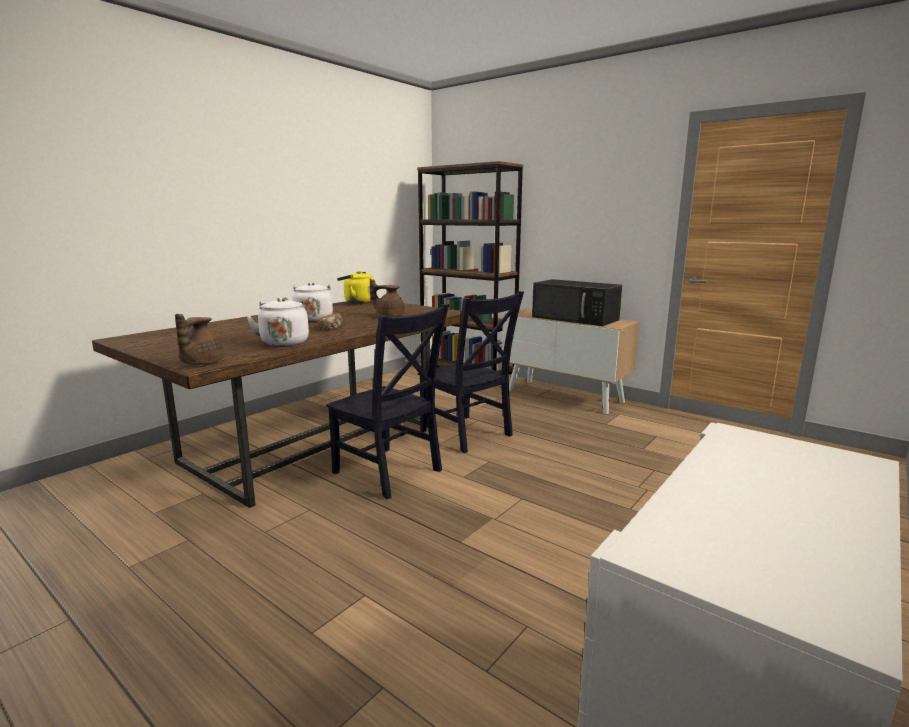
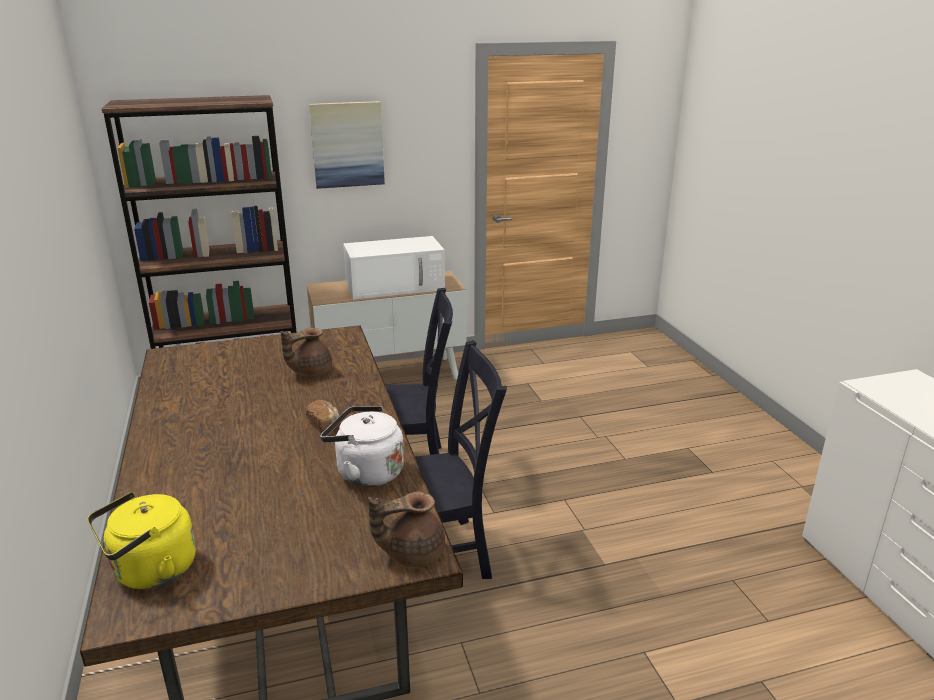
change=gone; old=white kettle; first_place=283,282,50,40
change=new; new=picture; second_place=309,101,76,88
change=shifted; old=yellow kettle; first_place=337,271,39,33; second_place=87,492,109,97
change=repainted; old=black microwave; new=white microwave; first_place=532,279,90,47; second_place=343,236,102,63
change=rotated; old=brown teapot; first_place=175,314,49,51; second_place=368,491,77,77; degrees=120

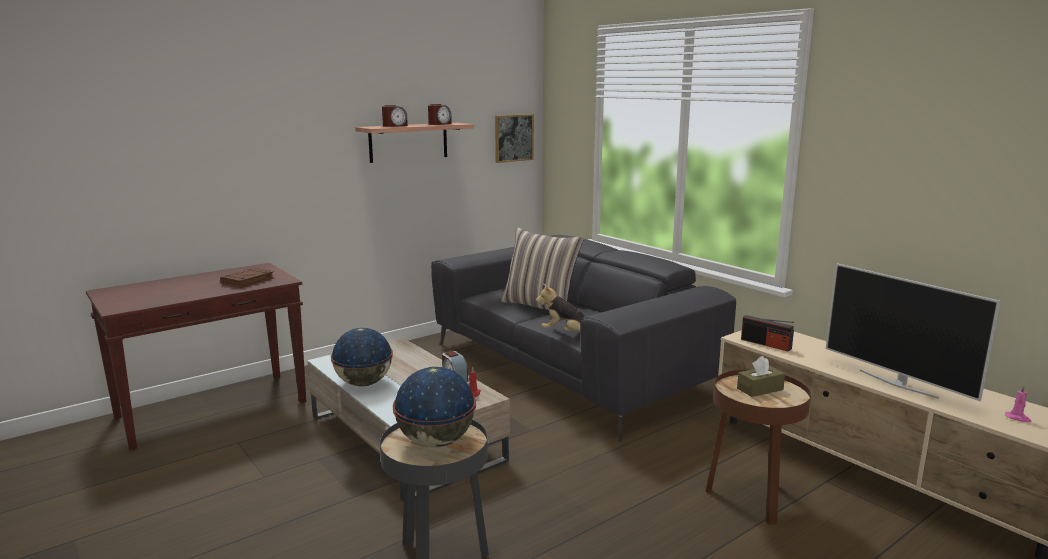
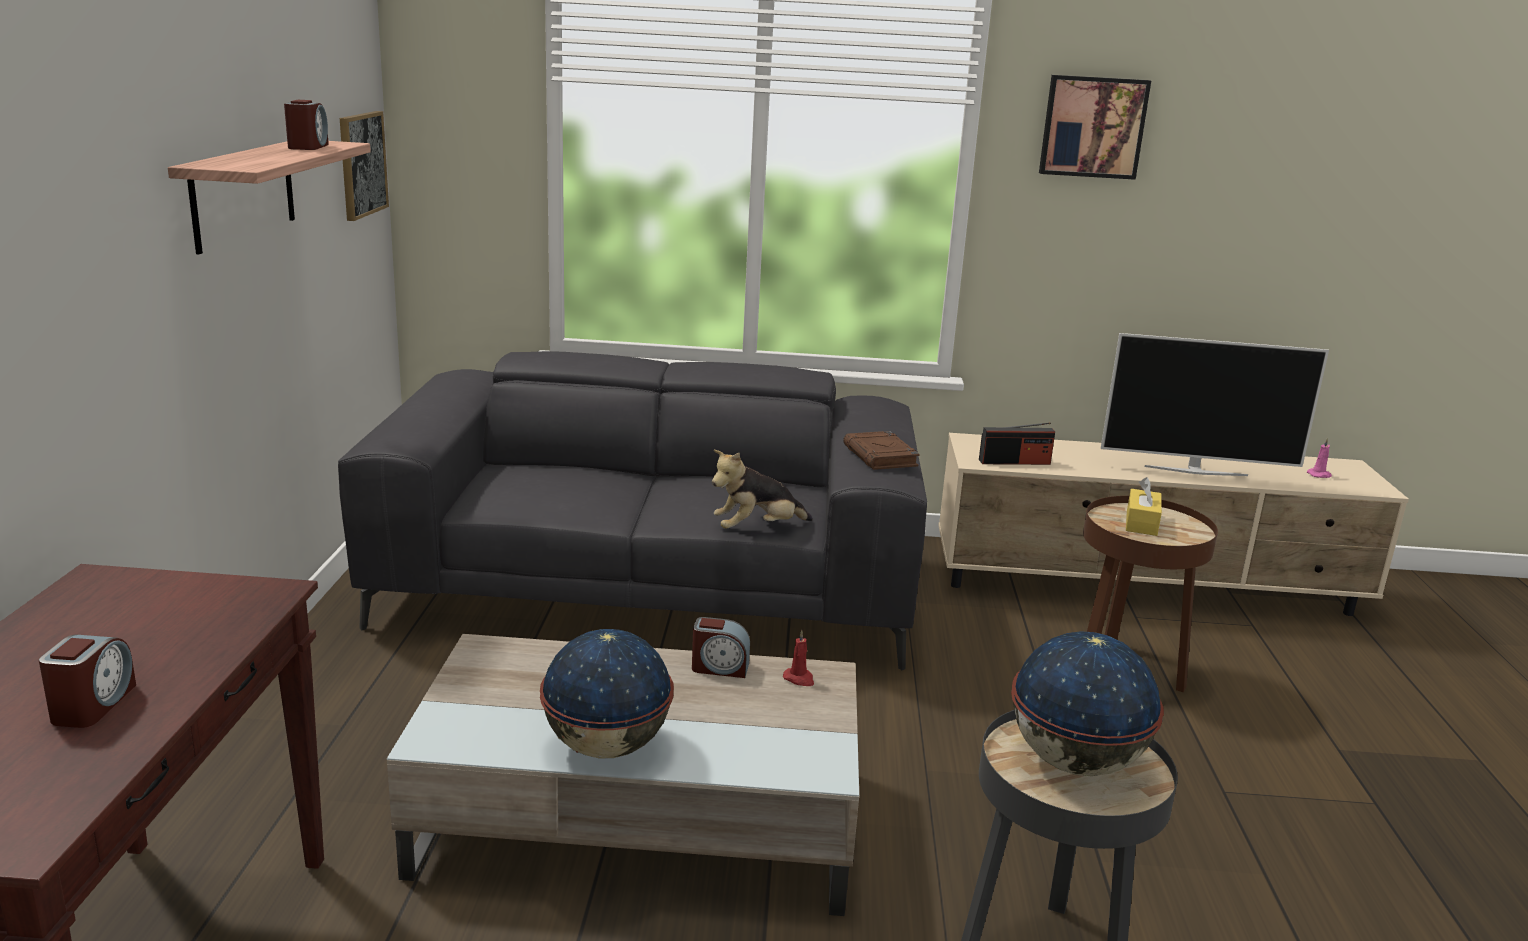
change=gone; old=pillow; first_place=500,227,84,83
change=new; new=picture; second_place=1039,75,112,105
change=shifted; old=brown book; first_place=220,268,55,20; second_place=843,431,77,39
change=shifted; old=alarm clock; first_place=382,105,26,22; second_place=39,634,97,94
change=repainted; old=brown tissue box; new=yellow tissue box; first_place=737,356,48,41; second_place=1126,477,36,59

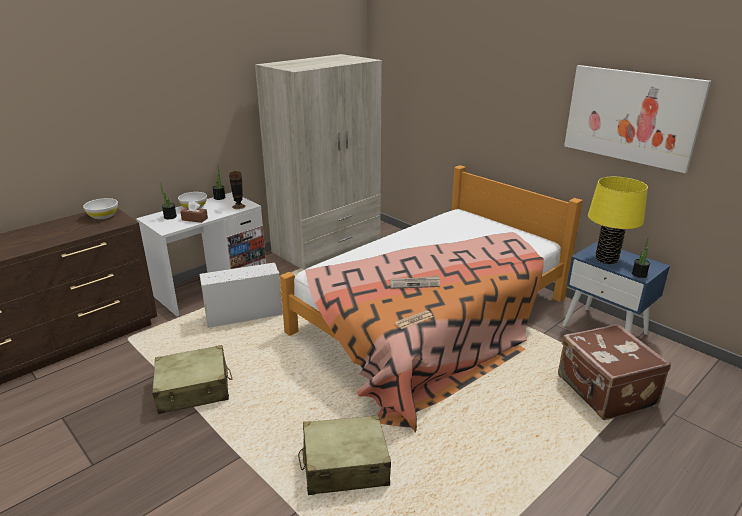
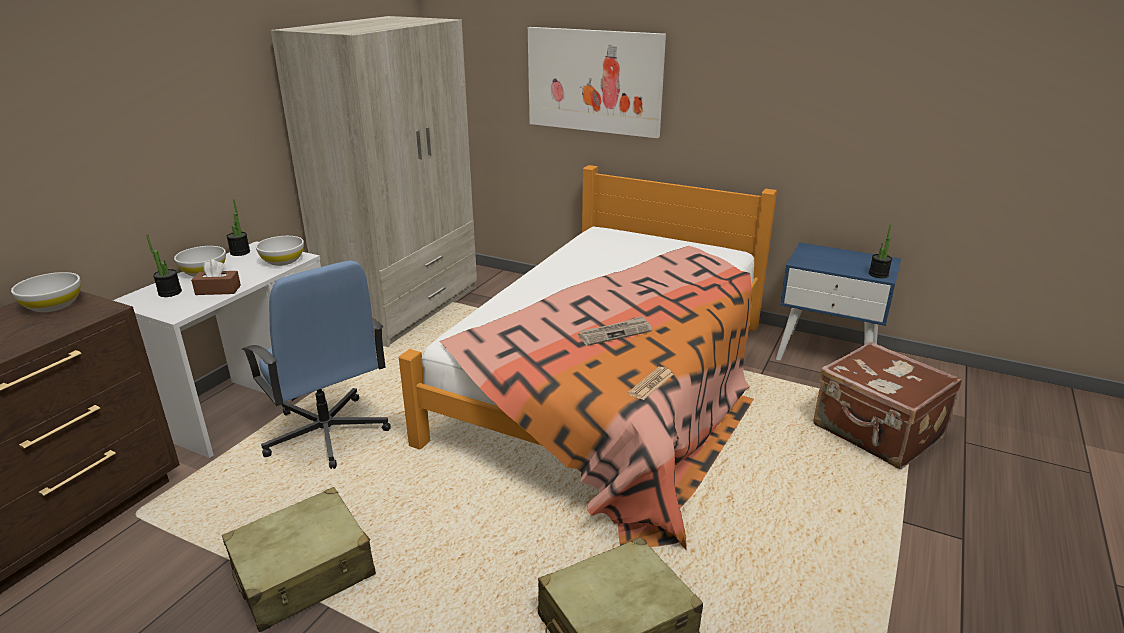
change=gone; old=yellow table lamp; first_place=588,177,60,87
change=shifted; old=picture; first_place=564,65,147,108; second_place=528,27,138,111
change=swapped; old=white storage box; new=blue office chair; first_place=199,263,84,65; second_place=241,261,150,208
change=swapped; old=vase; new=white bowl; first_place=229,171,17,38; second_place=256,236,48,30

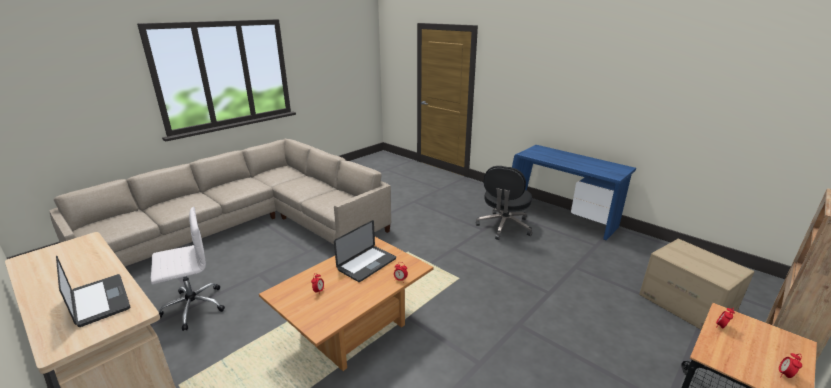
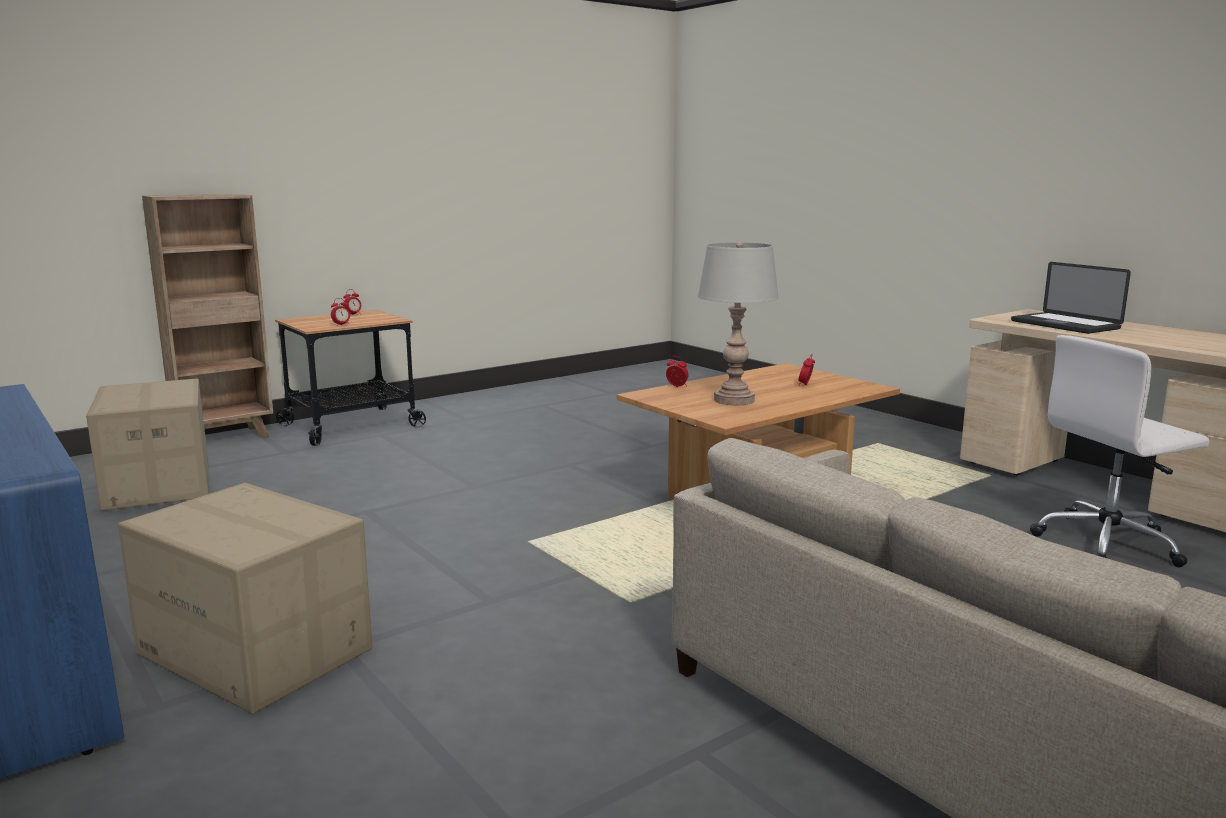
change=swapped; old=laptop; new=grey table lamp; first_place=334,220,62,62; second_place=698,242,81,163
change=swapped; old=black office chair; new=cardboard box; first_place=476,166,56,74; second_place=118,483,254,231

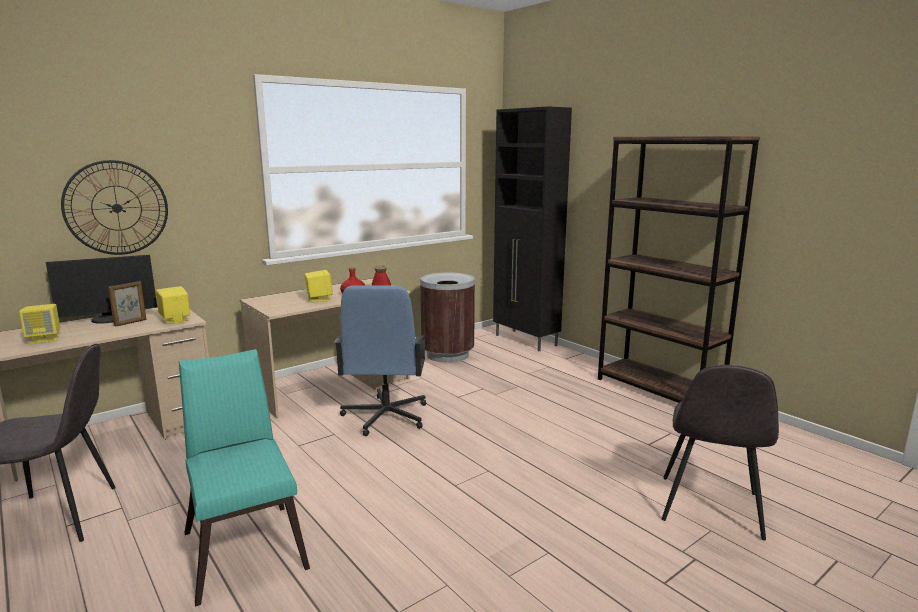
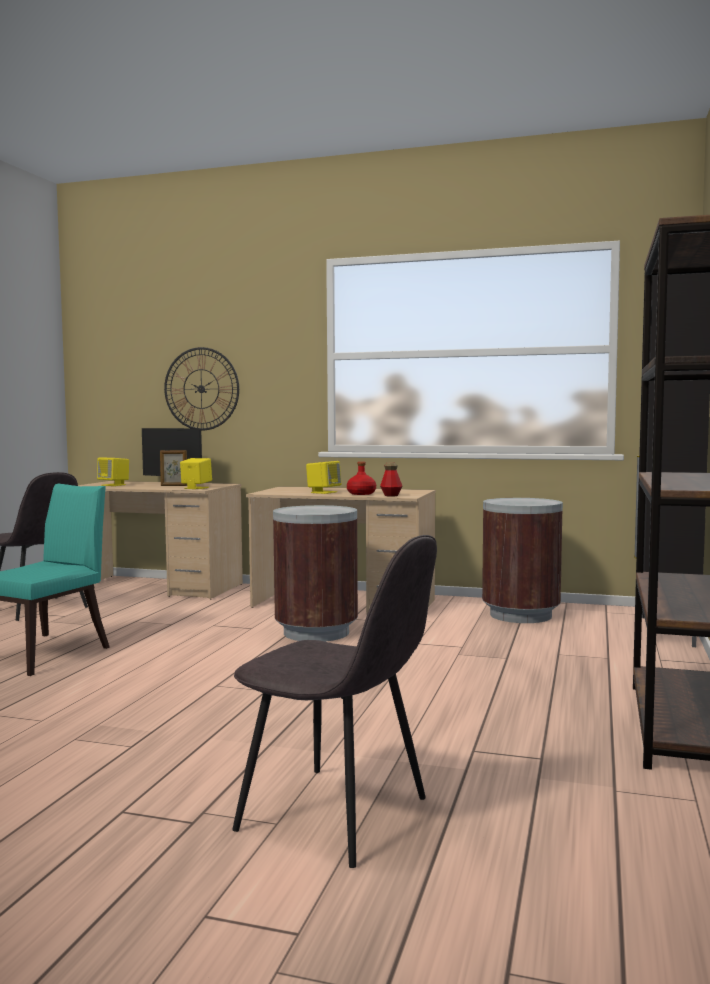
change=swapped; old=blue office chair; new=brown trash can; first_place=334,285,93,151; second_place=273,505,85,137
change=rotated; old=grey chair; first_place=662,365,117,175; second_place=232,535,205,333; degrees=-135

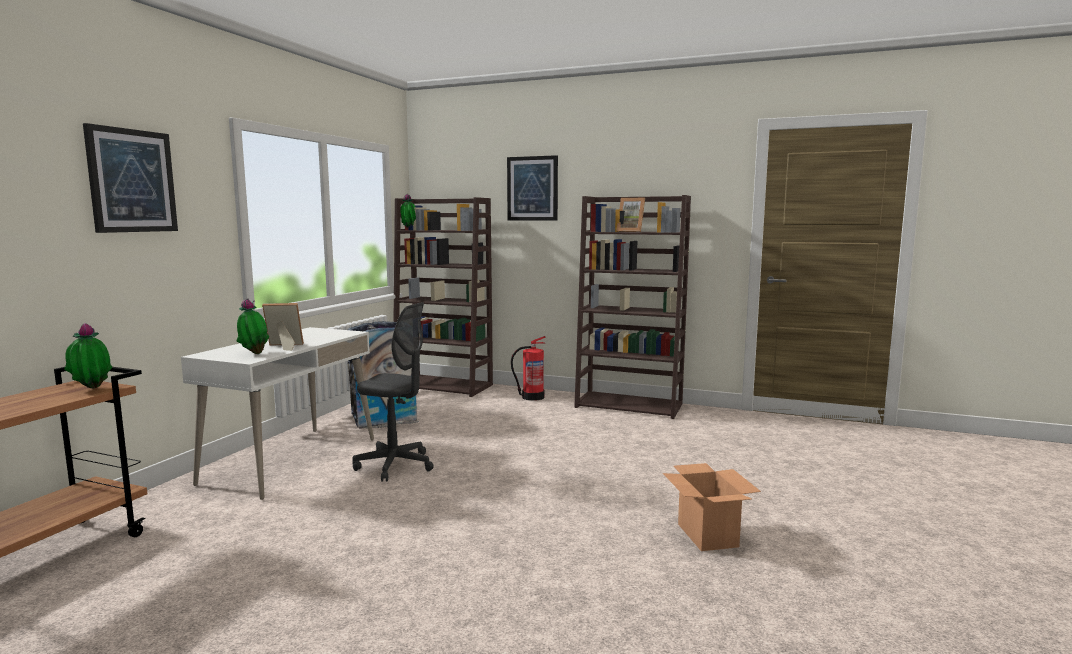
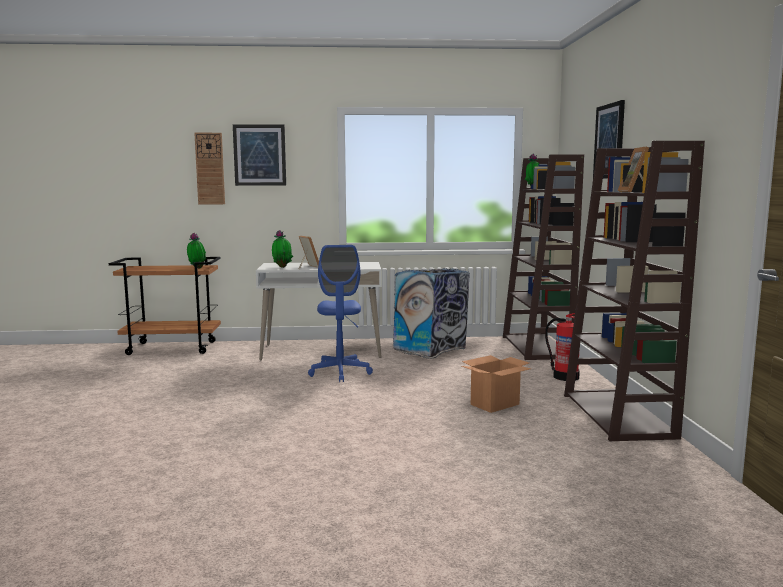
change=new; new=wall clock; second_place=194,133,31,71
change=shifted; old=cardboard box; first_place=663,463,98,88; second_place=462,355,69,58
change=repainted; old=grey office chair; new=blue office chair; first_place=352,302,82,180; second_place=308,245,65,137

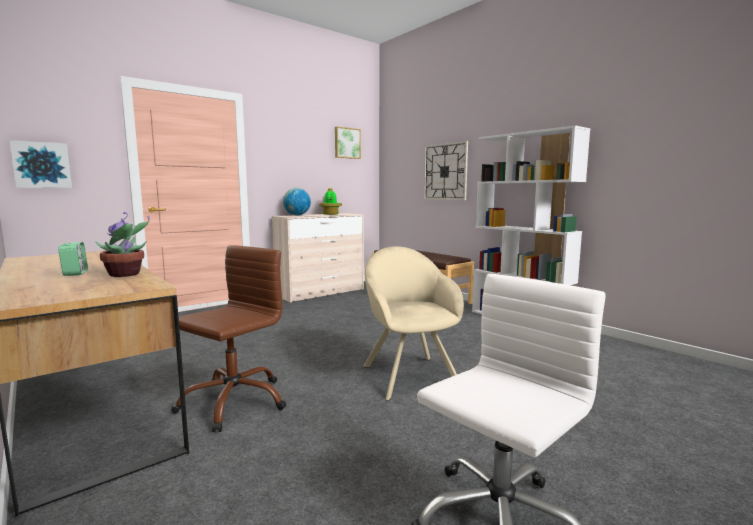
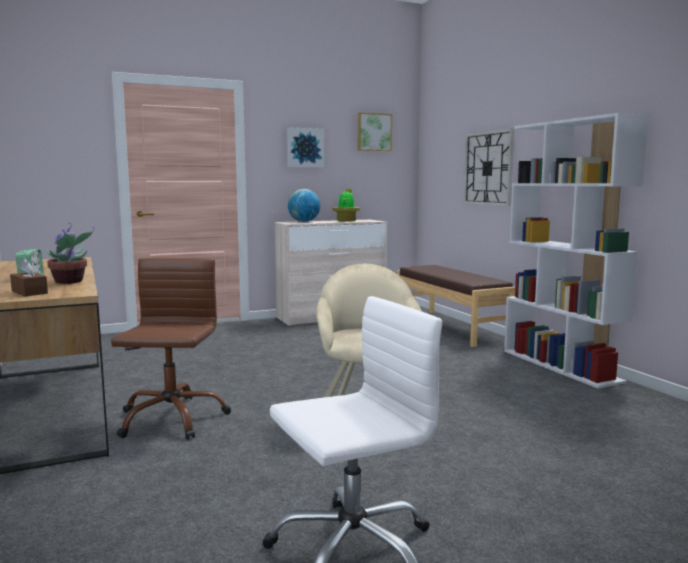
change=new; new=brown tissue box; second_place=10,258,38,38
change=shifted; old=picture; first_place=9,140,63,48; second_place=287,127,38,41
change=rotated; old=brown office chair; first_place=171,245,115,187; second_place=111,258,120,181; degrees=-45

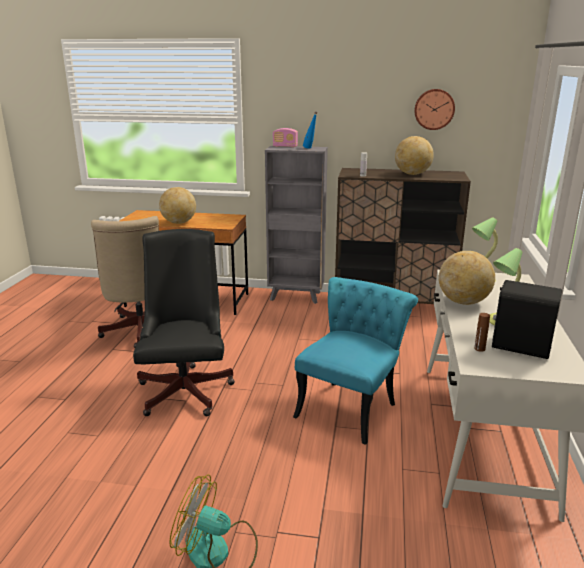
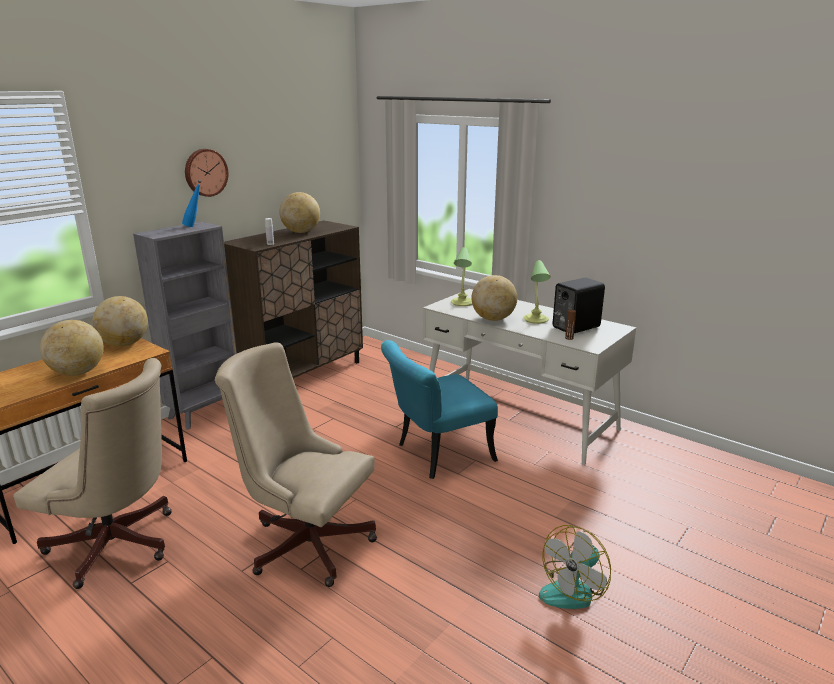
change=gone; old=radio; first_place=273,128,25,20
change=new; new=globe; second_place=92,296,56,51
change=shifted; old=wall clock; first_place=414,89,41,41; second_place=185,149,43,48
change=repainted; old=black office chair; new=beige office chair; first_place=133,229,102,187; second_place=215,342,162,245
change=rotated; old=turquoise chair; first_place=293,277,125,168; second_place=381,340,117,139; degrees=-90

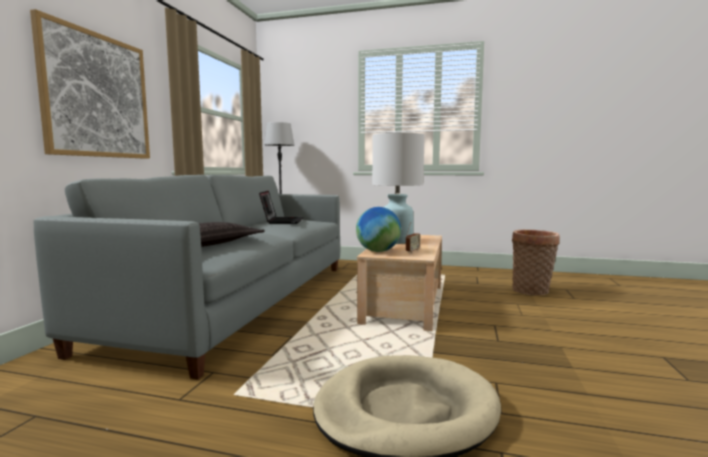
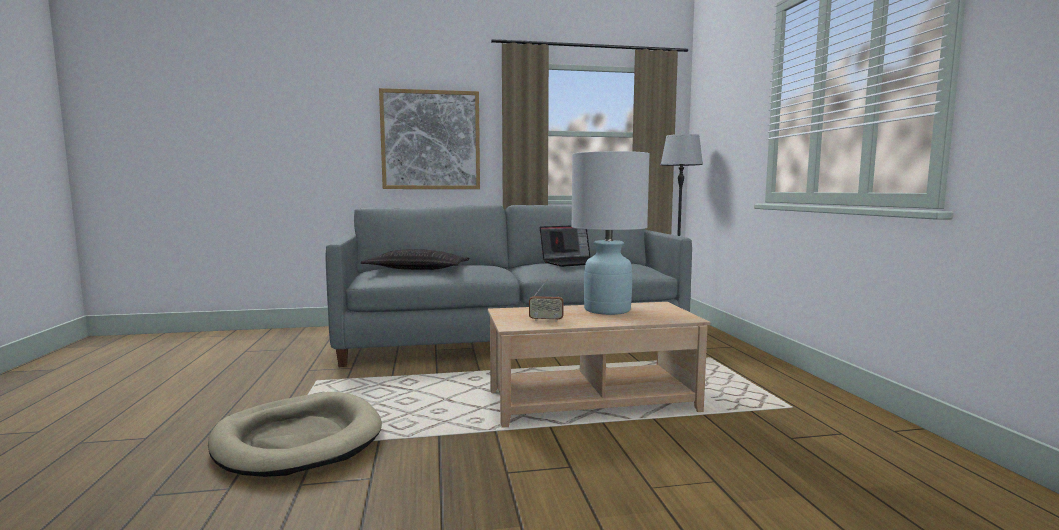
change=gone; old=globe; first_place=356,207,45,45
change=gone; old=basket; first_place=512,230,48,65

